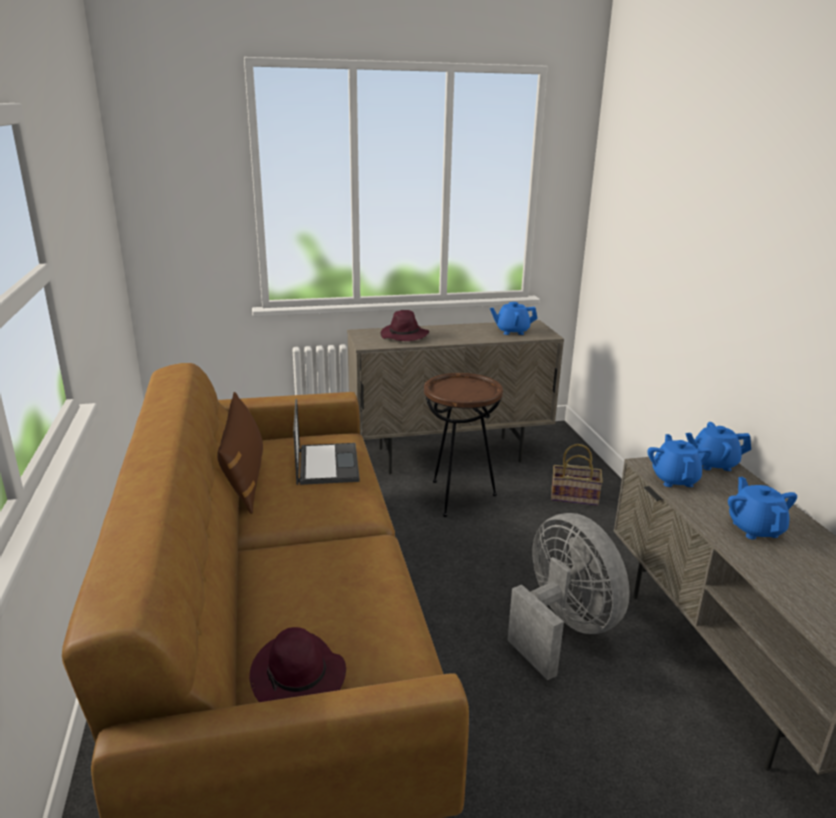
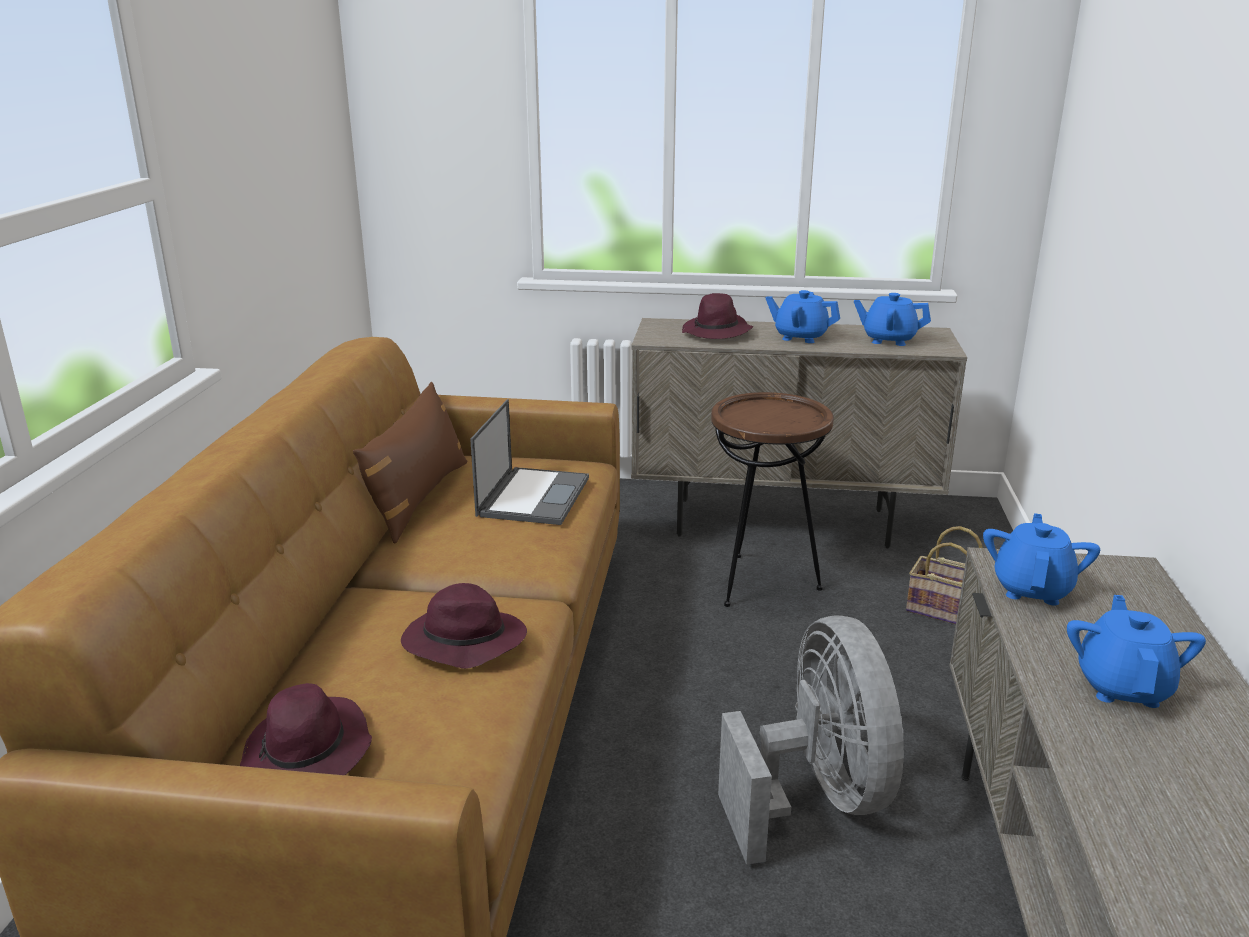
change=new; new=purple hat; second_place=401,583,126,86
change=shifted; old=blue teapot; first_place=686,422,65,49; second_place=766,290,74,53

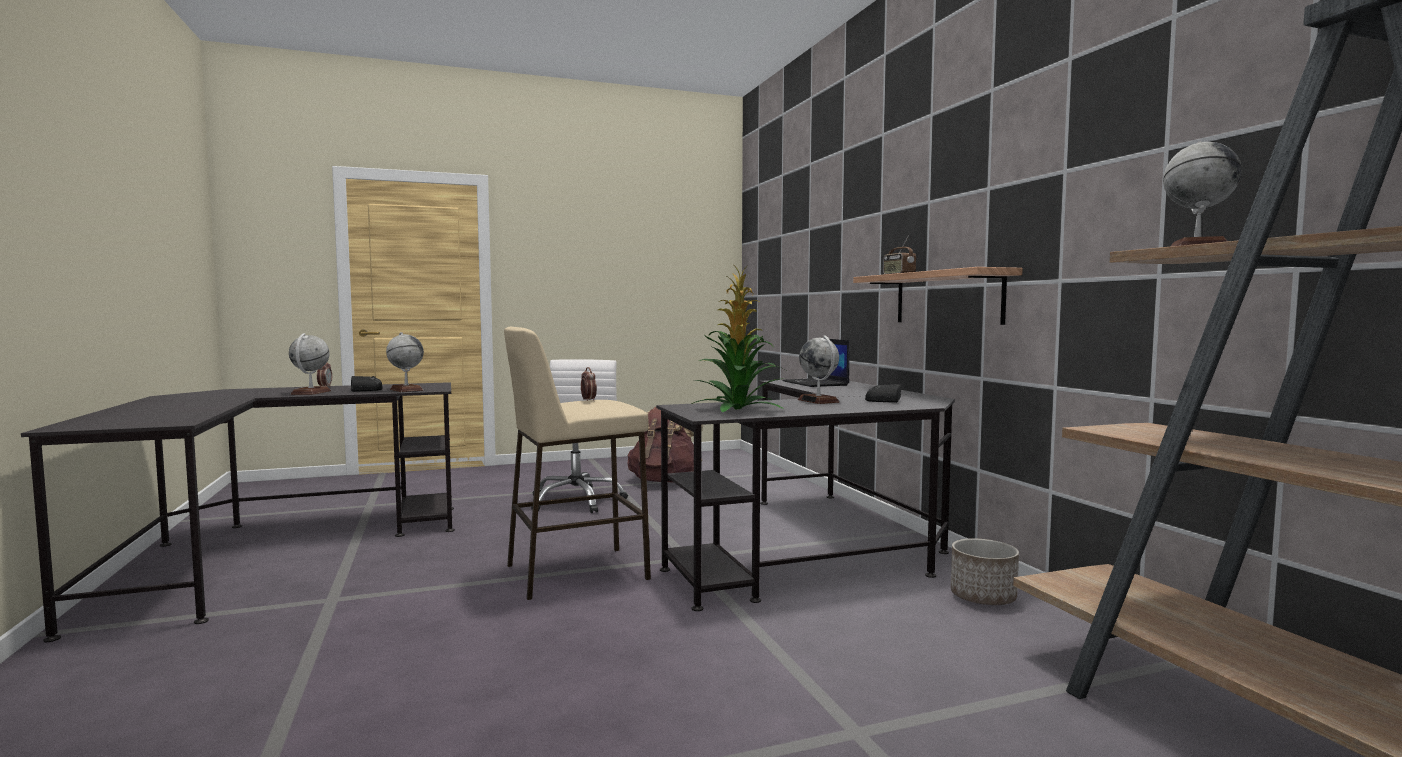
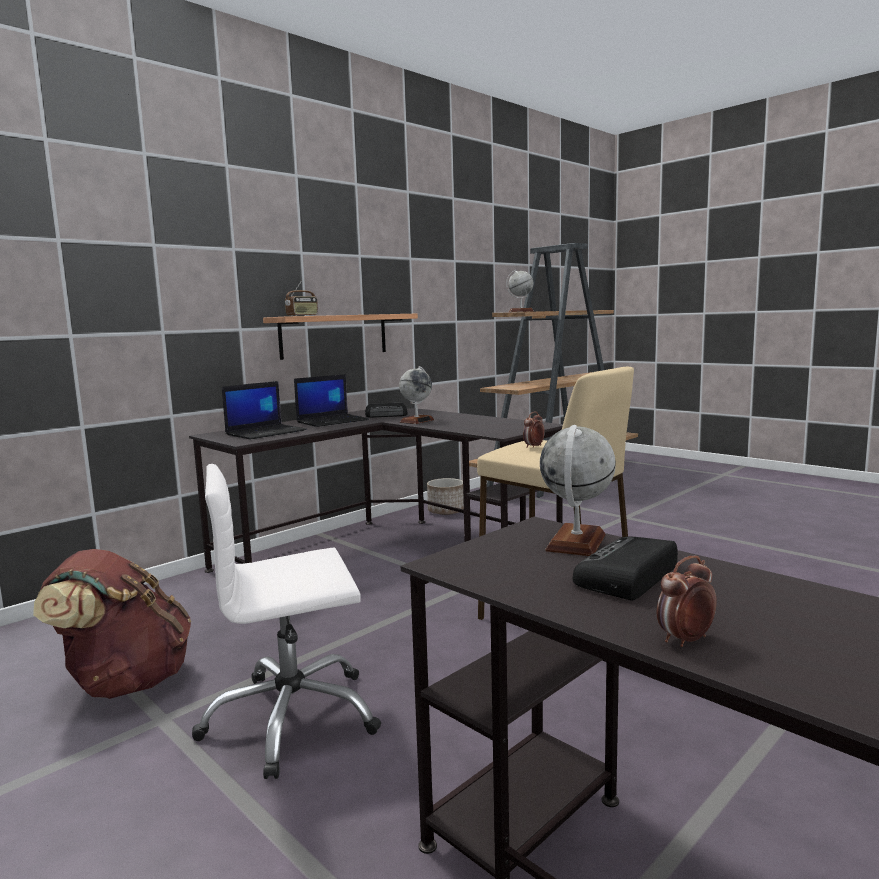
change=gone; old=globe; first_place=289,333,42,62
change=gone; old=potted plant; first_place=692,265,94,147
change=new; new=laptop; second_place=294,374,75,53

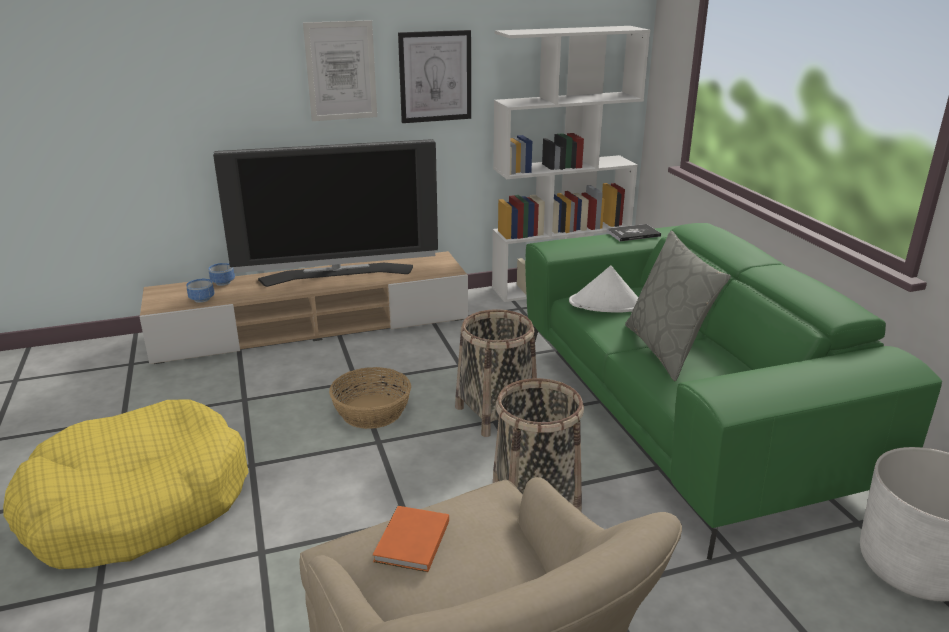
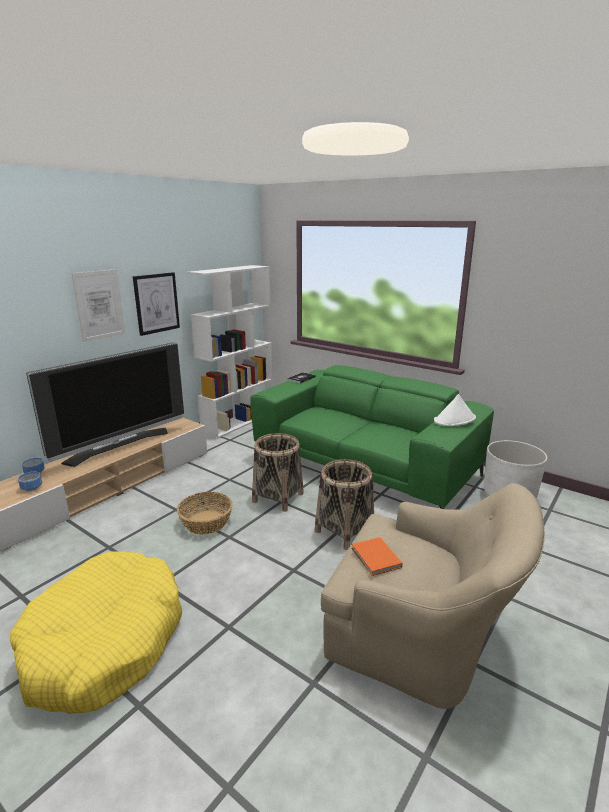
change=gone; old=grey pillow; first_place=625,231,106,150
change=shifted; old=white hat; first_place=569,266,69,46; second_place=434,394,42,32

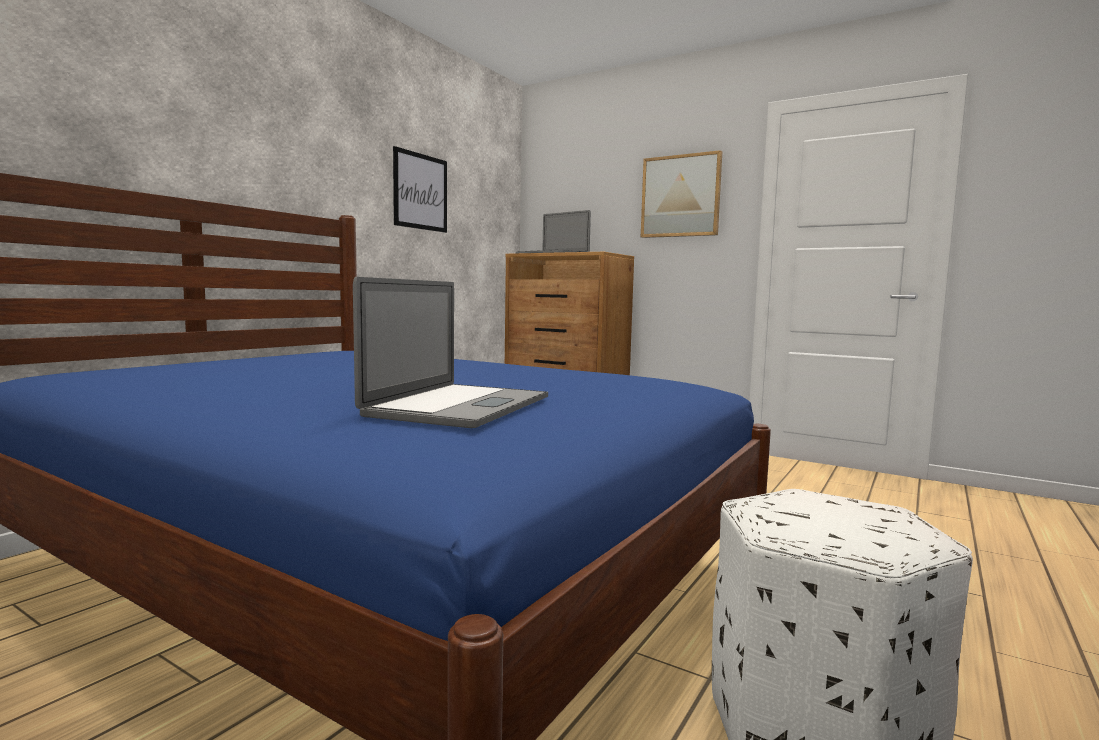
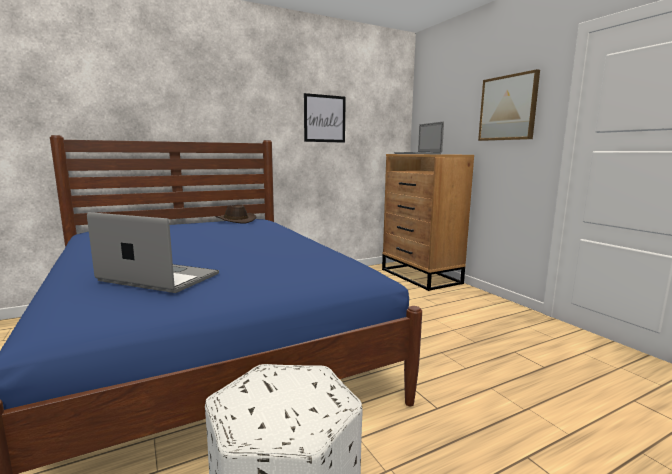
change=new; new=brown hat; second_place=215,204,42,19
change=rotated; old=laptop; first_place=353,277,195,151; second_place=87,212,132,81; degrees=-120

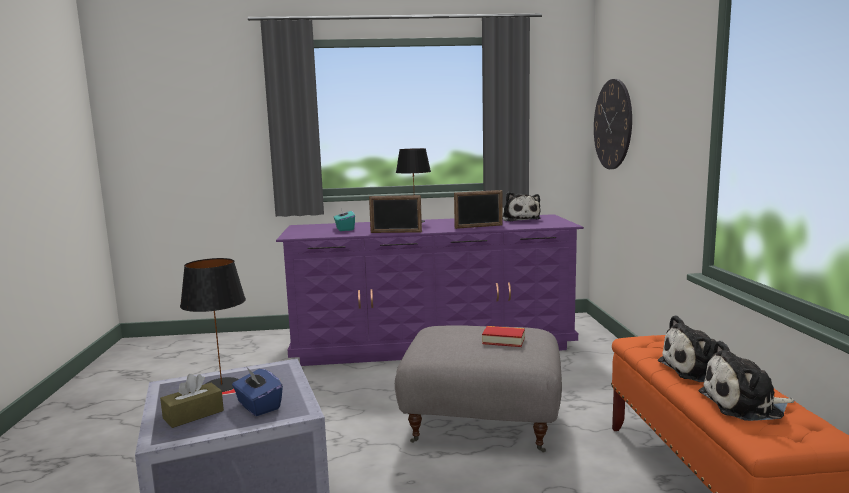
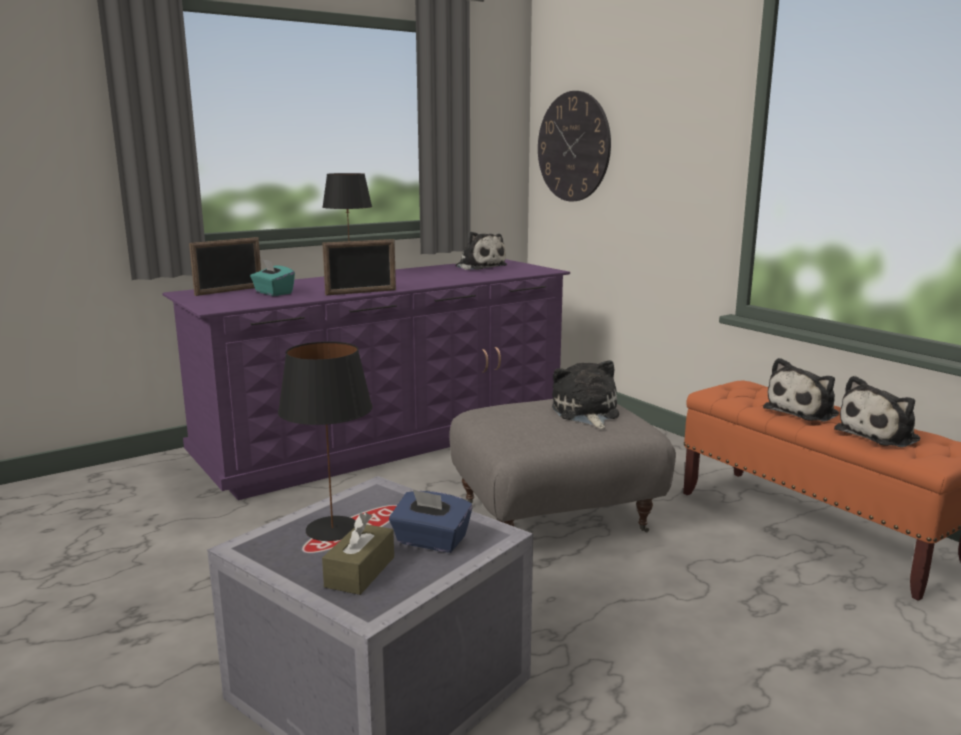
change=shifted; old=picture frame; first_place=454,190,49,39; second_place=189,237,72,59
change=swapped; old=book; new=plush toy; first_place=482,326,43,21; second_place=552,360,67,69

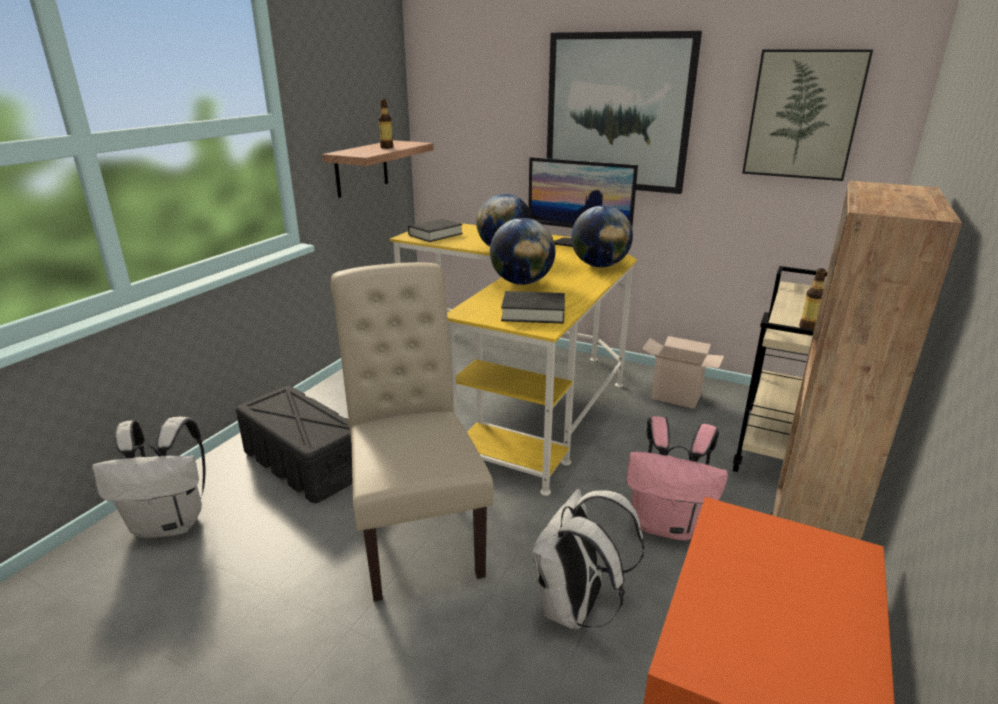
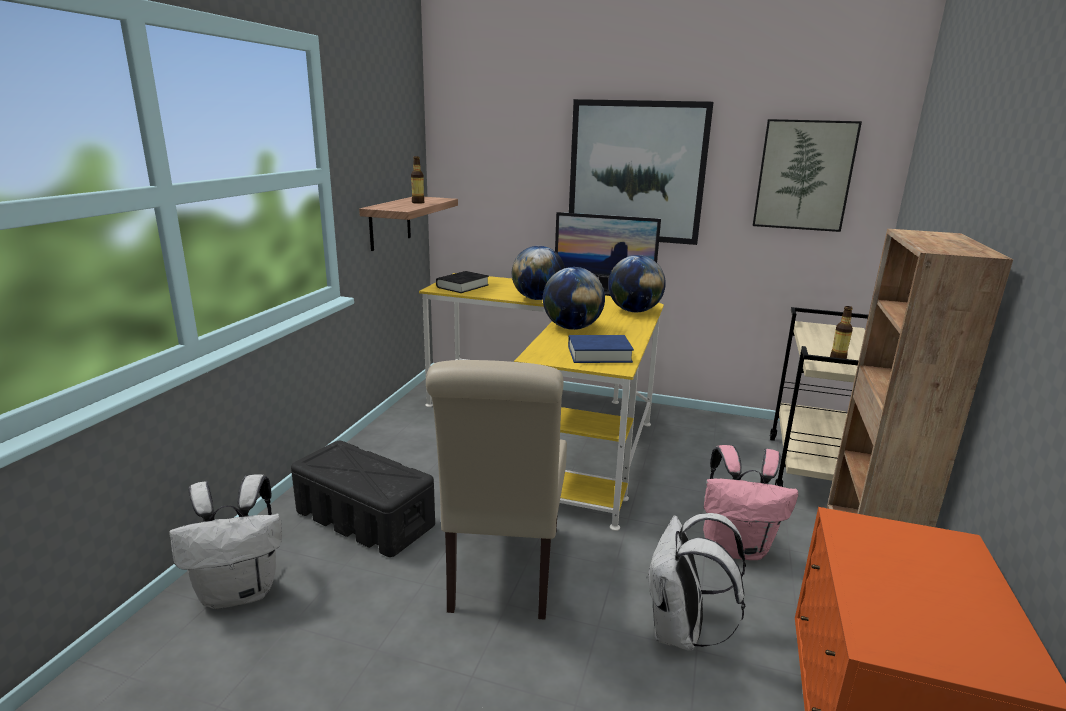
change=gone; old=cardboard box; first_place=642,336,82,73
change=repainted; old=black book; new=blue book; first_place=501,291,64,33; second_place=568,335,66,28
change=rotated; old=beige chair; first_place=331,262,162,340; second_place=426,360,141,260; degrees=-150

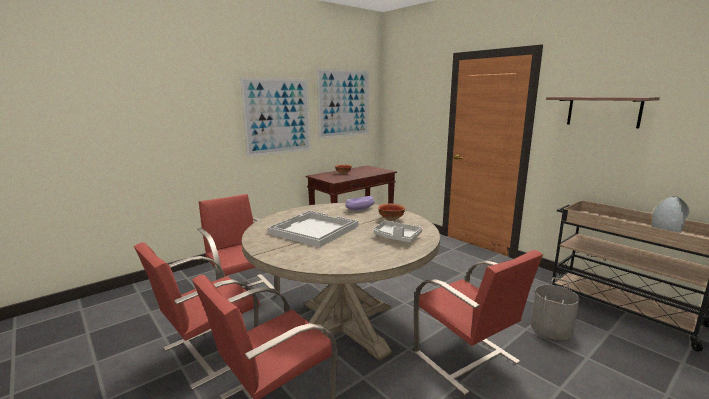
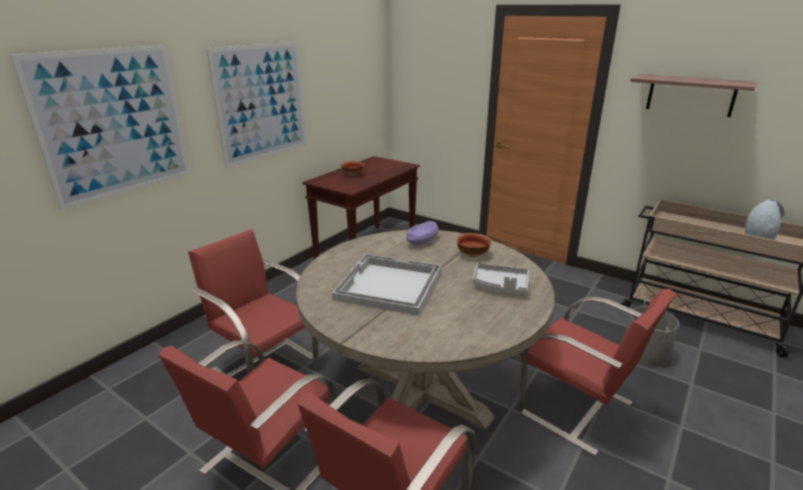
change=shifted; old=picture; first_place=316,68,53,71; second_place=10,45,180,165

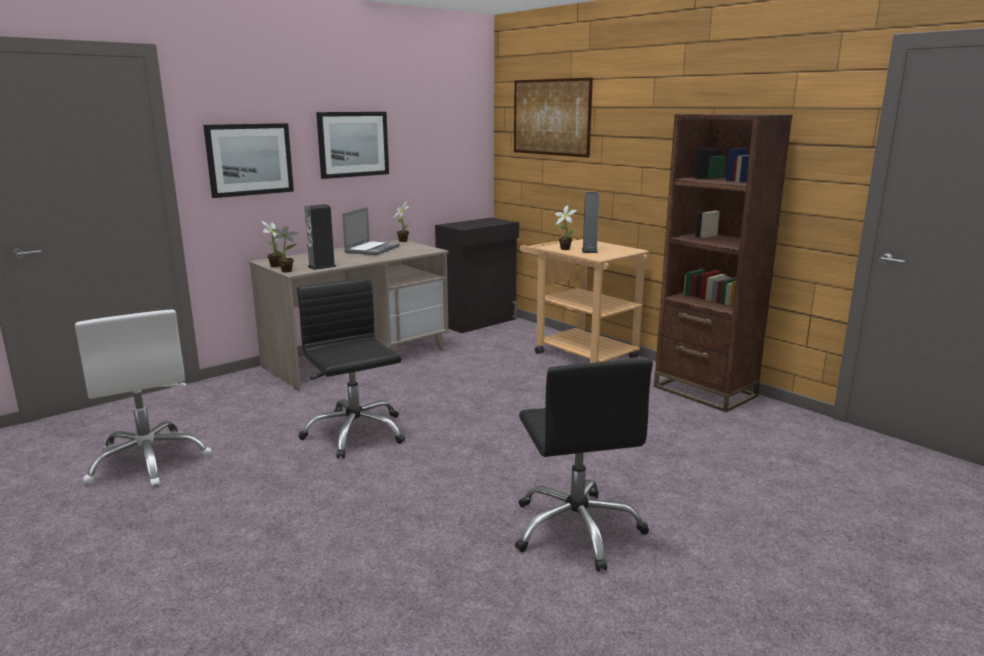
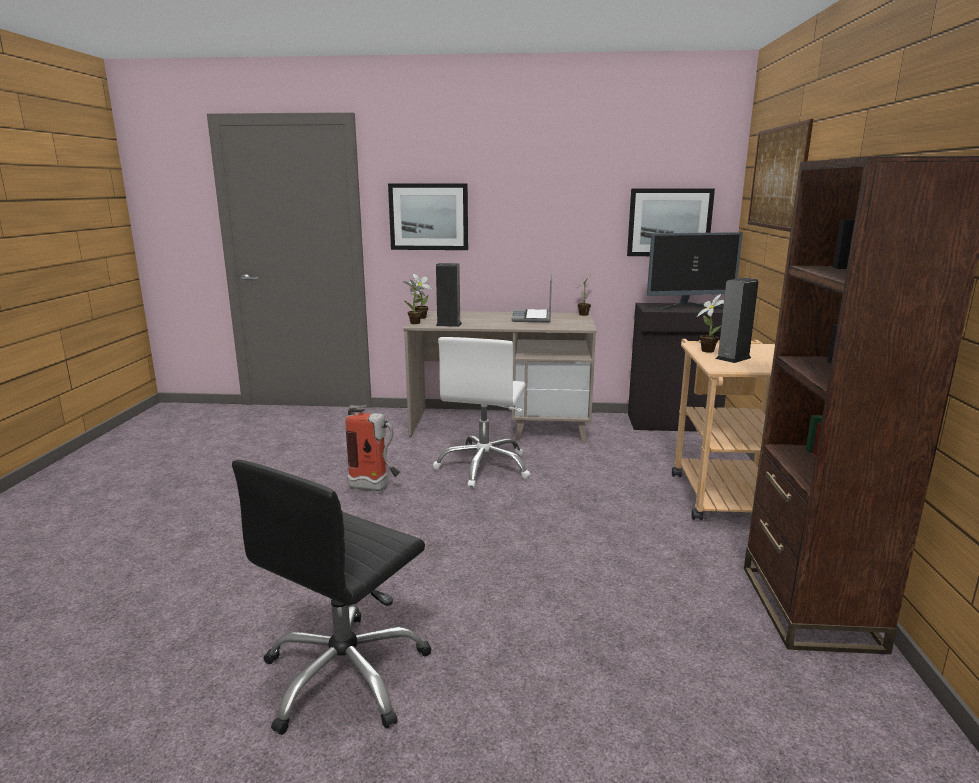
change=new; new=monitor; second_place=647,232,96,78
change=shifted; old=white office chair; first_place=75,310,137,178; second_place=433,337,97,151
change=shifted; old=picture; first_place=316,112,73,67; second_place=627,189,88,67
change=swapped; old=black office chair; new=fire extinguisher; first_place=297,278,108,180; second_place=345,405,55,86
change=rotated; old=laptop; first_place=342,207,58,48; second_place=511,274,41,48; degrees=120

